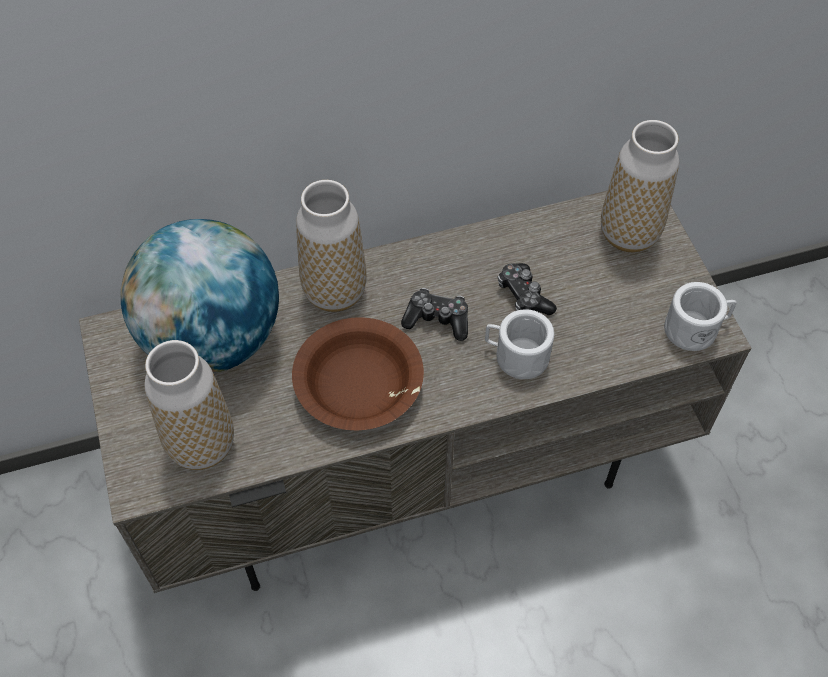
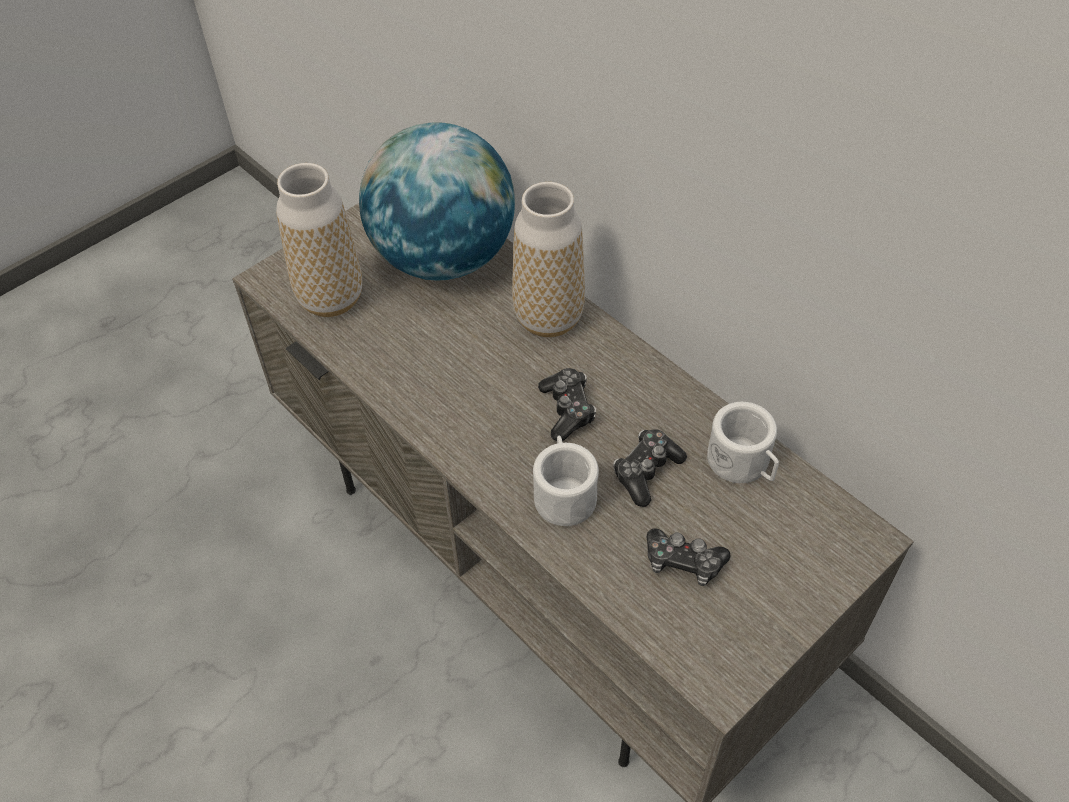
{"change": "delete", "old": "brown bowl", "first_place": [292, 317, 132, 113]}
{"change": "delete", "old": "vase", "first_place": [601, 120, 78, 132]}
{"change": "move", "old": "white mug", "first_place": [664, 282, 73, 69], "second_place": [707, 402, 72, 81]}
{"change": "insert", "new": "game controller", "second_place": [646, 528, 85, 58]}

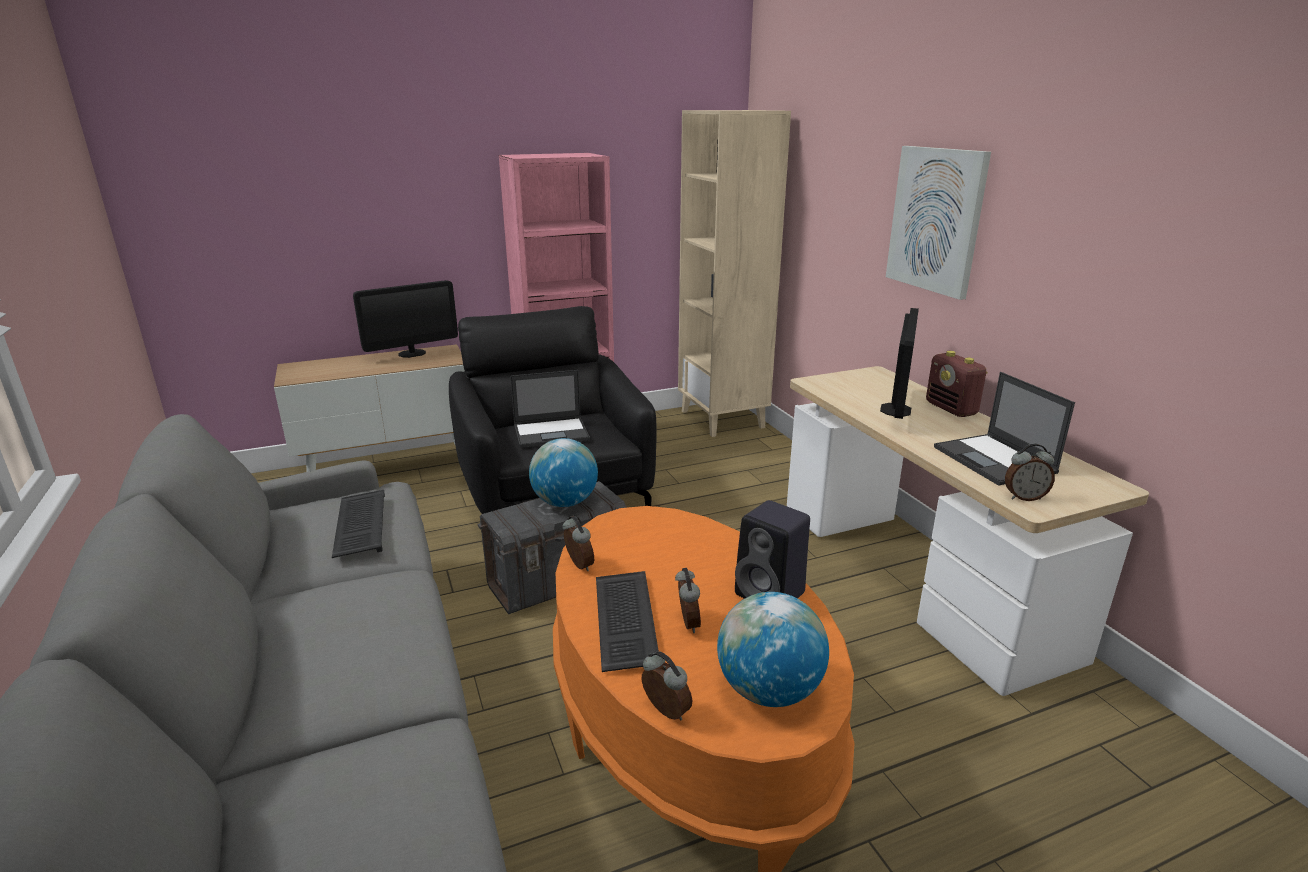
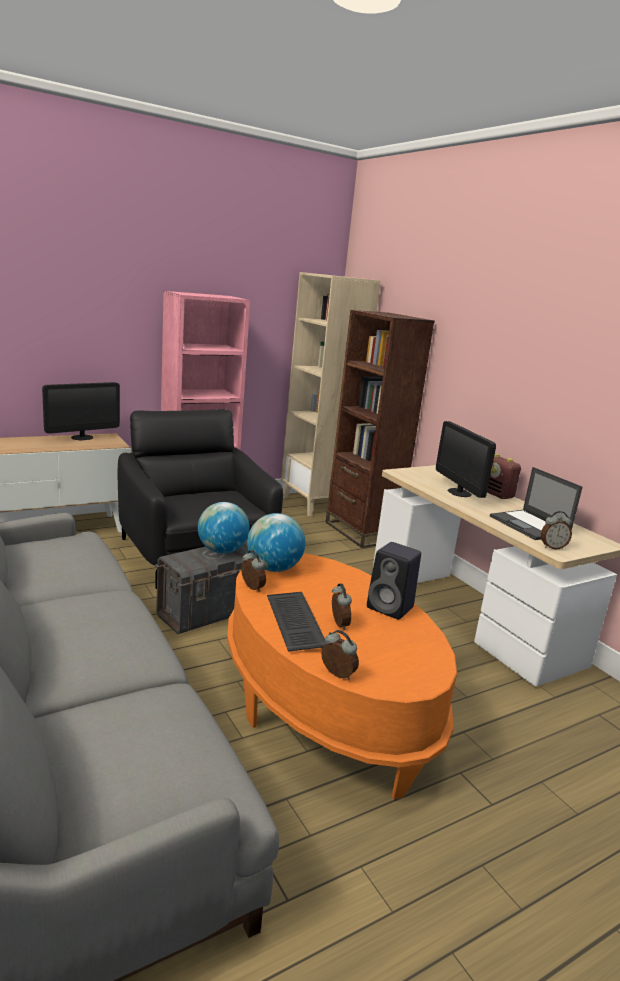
{"change": "delete", "old": "keyboard", "first_place": [332, 490, 53, 68]}
{"change": "delete", "old": "laptop", "first_place": [510, 370, 80, 78]}
{"change": "move", "old": "globe", "first_place": [717, 592, 112, 115], "second_place": [247, 513, 58, 59]}
{"change": "rotate", "old": "monitor", "first_place": [880, 308, 39, 111], "second_place": [436, 421, 60, 77], "degrees": 150}
{"change": "delete", "old": "picture", "first_place": [886, 146, 105, 154]}
{"change": "insert", "new": "brown bookcase", "second_place": [325, 310, 110, 238]}

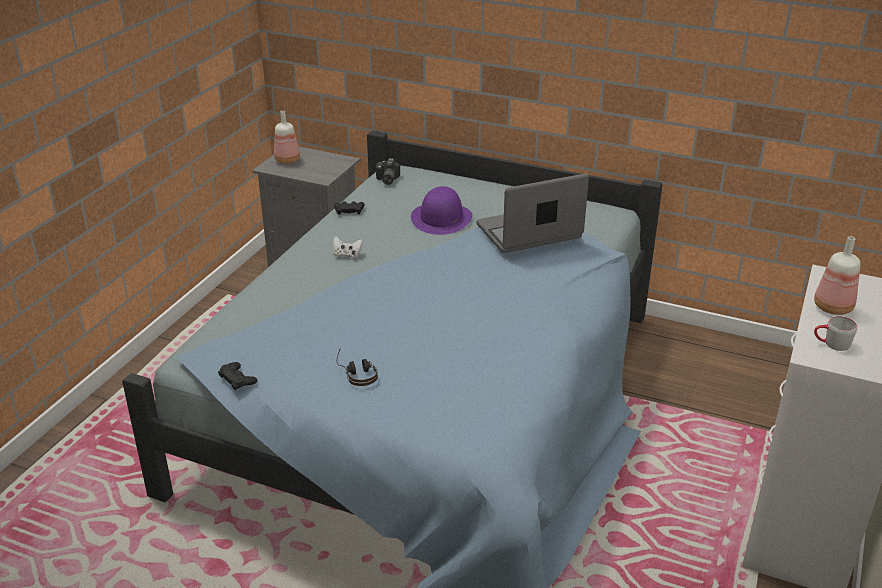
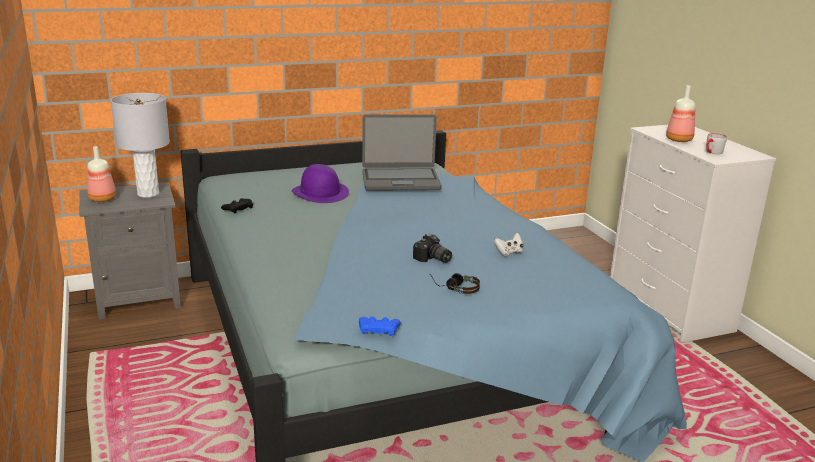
{"change": "recolor", "old": "black game controller", "new": "blue game controller", "first_place": [218, 362, 39, 28], "second_place": [359, 316, 41, 20]}
{"change": "move", "old": "white game controller", "first_place": [333, 237, 30, 22], "second_place": [494, 233, 30, 23]}
{"change": "move", "old": "photo camera", "first_place": [376, 158, 24, 27], "second_place": [413, 234, 39, 29]}
{"change": "rotate", "old": "laptop", "first_place": [476, 173, 113, 80], "second_place": [362, 114, 80, 77], "degrees": -120}
{"change": "insert", "new": "grey table lamp", "second_place": [111, 93, 59, 105]}

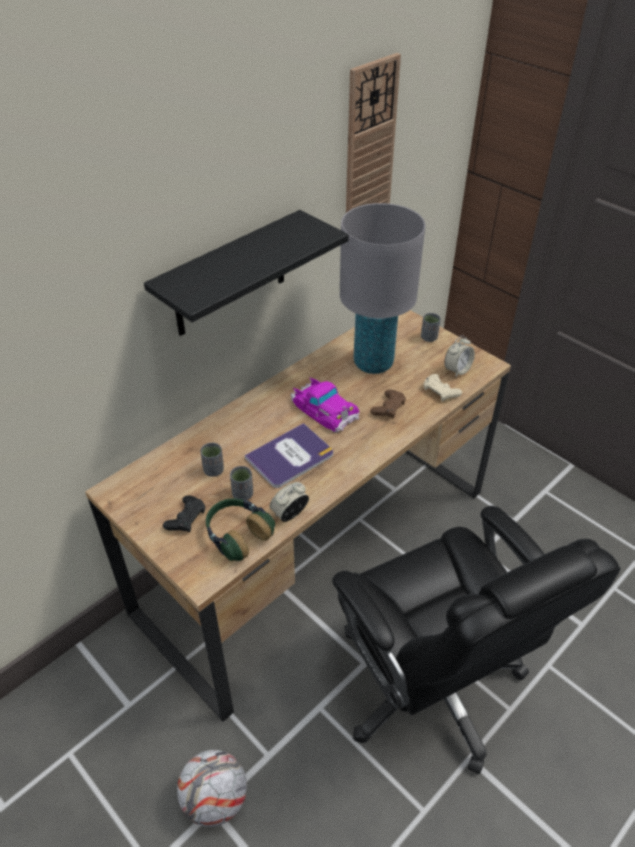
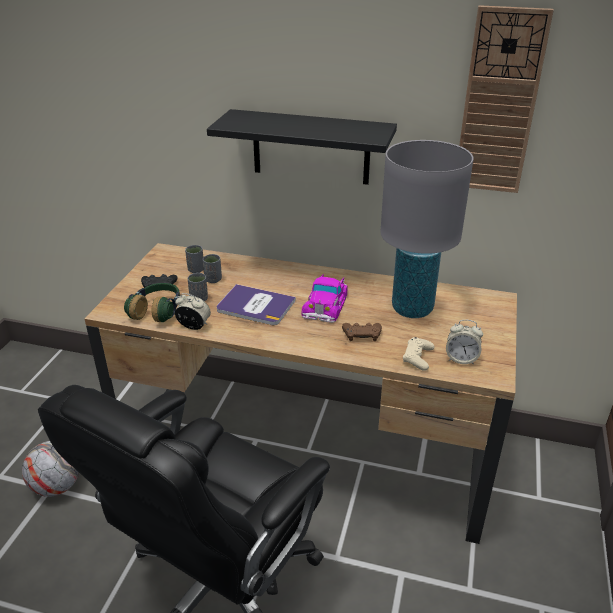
{"change": "move", "old": "grey cup", "first_place": [421, 313, 20, 29], "second_place": [185, 245, 19, 28]}

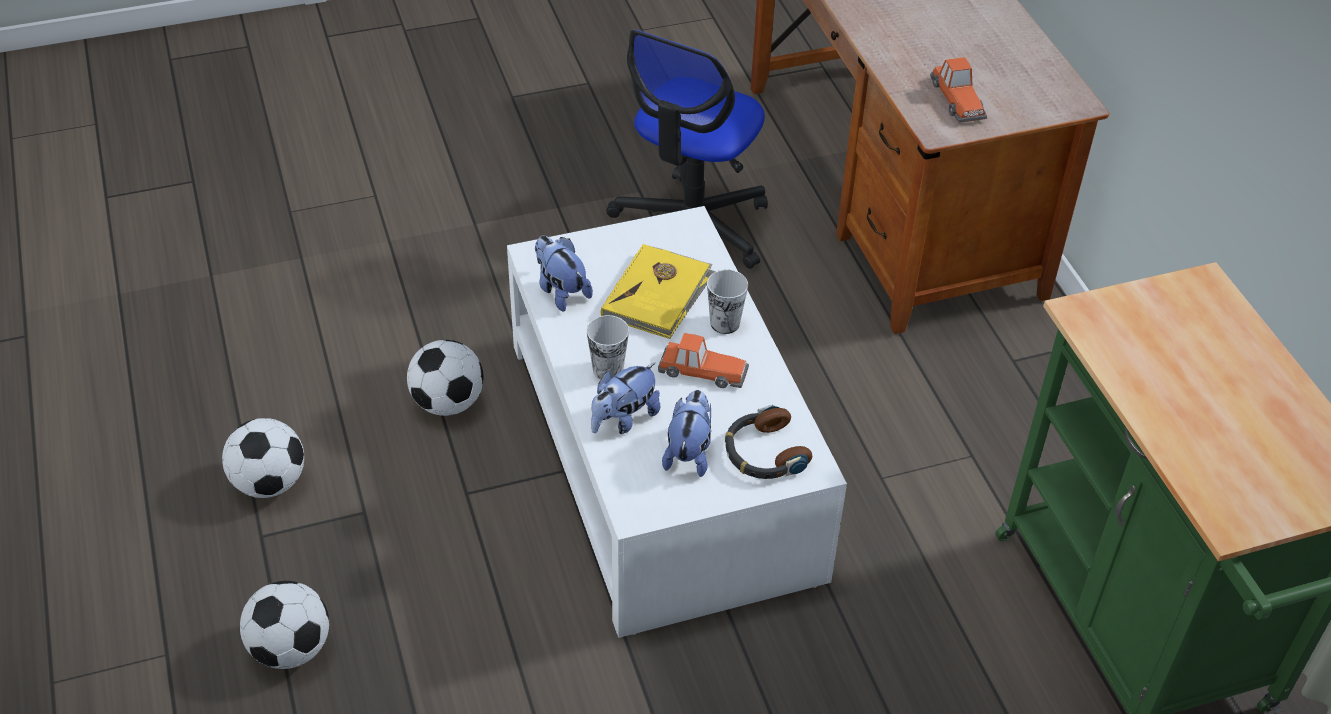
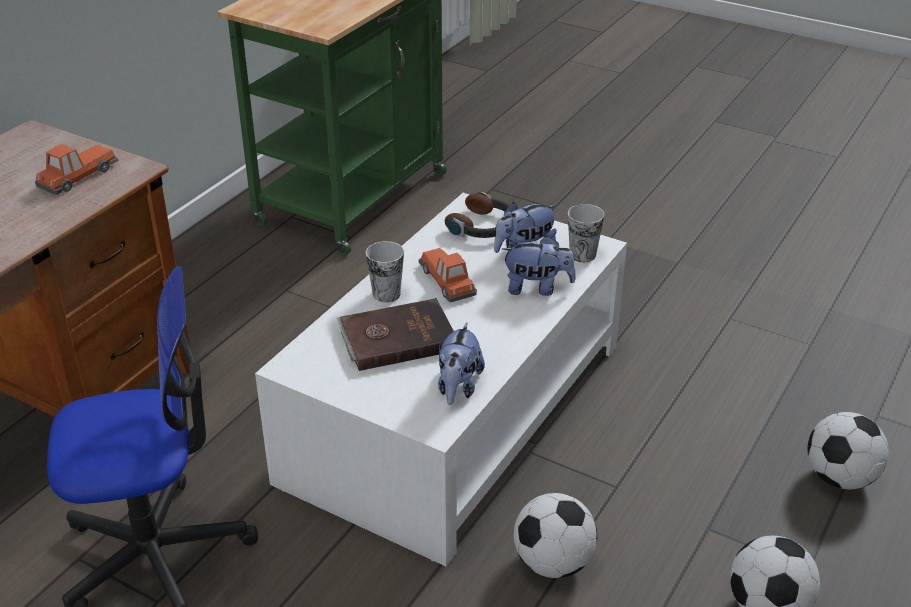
{"change": "move", "old": "cup", "first_place": [587, 315, 42, 65], "second_place": [568, 204, 37, 58]}
{"change": "recolor", "old": "yellow book", "new": "brown book", "first_place": [601, 244, 115, 95], "second_place": [337, 298, 117, 73]}

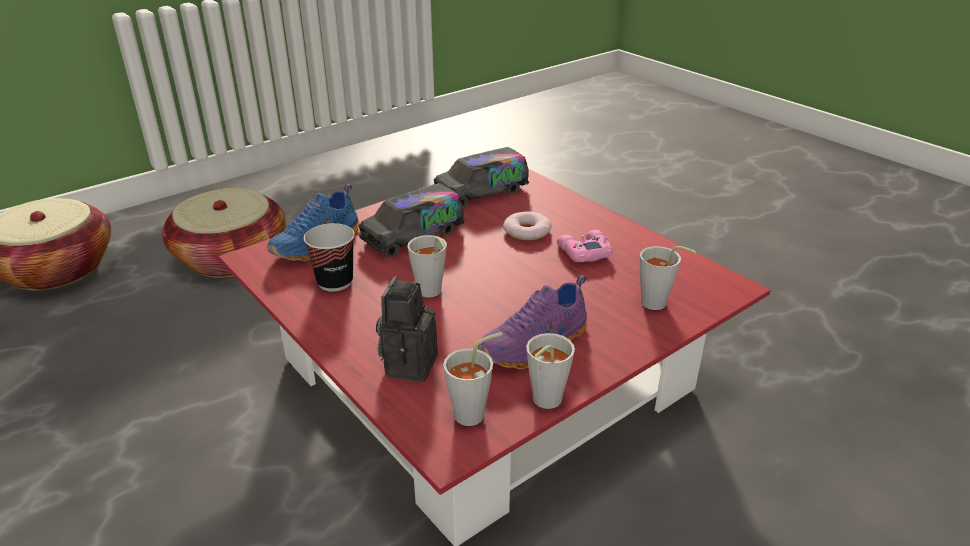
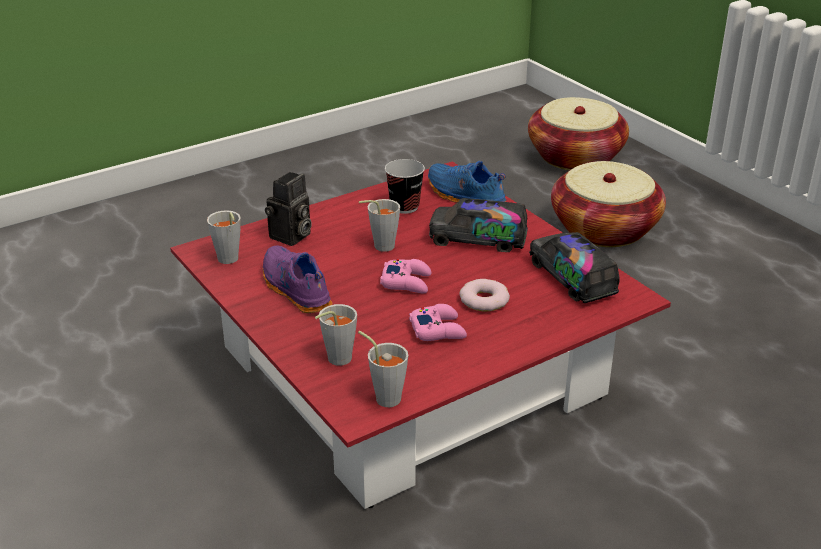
{"change": "rotate", "old": "toy truck", "first_place": [359, 183, 106, 75], "second_place": [429, 198, 99, 54], "degrees": -45}
{"change": "rotate", "old": "photo camera", "first_place": [376, 276, 62, 107], "second_place": [265, 172, 47, 74], "degrees": 105}
{"change": "move", "old": "grey cup", "first_place": [526, 333, 49, 76], "second_place": [358, 331, 50, 76]}
{"change": "insert", "new": "pink game controller", "second_place": [380, 259, 51, 34]}

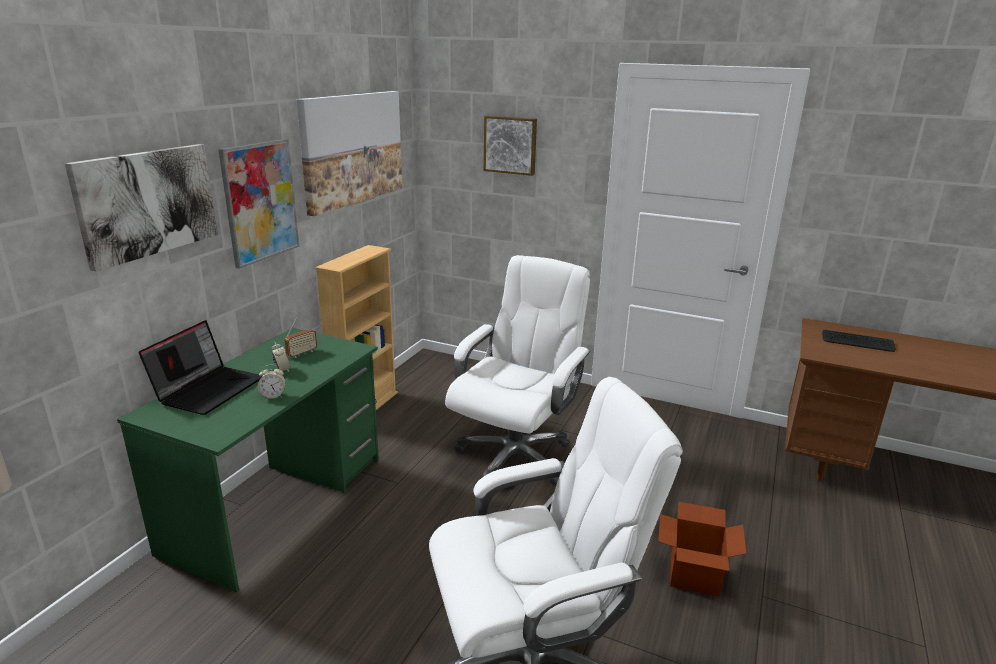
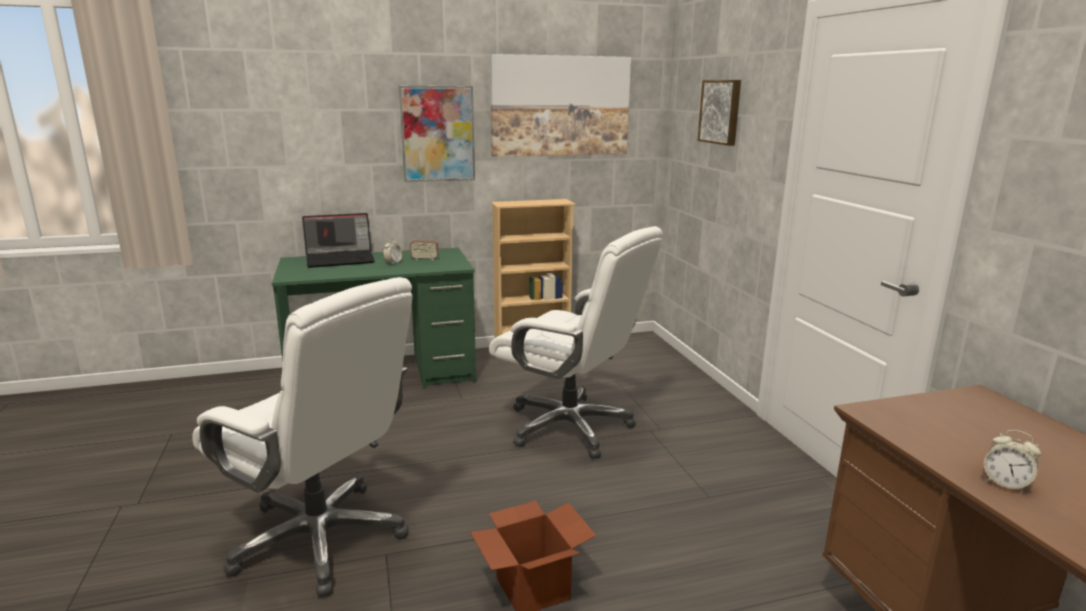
{"change": "delete", "old": "picture", "first_place": [65, 144, 153, 127]}
{"change": "move", "old": "alarm clock", "first_place": [258, 365, 28, 34], "second_place": [984, 430, 58, 63]}
{"change": "rotate", "old": "white office chair", "first_place": [445, 255, 146, 231], "second_place": [489, 226, 174, 233], "degrees": 45}
{"change": "delete", "old": "keyboard", "first_place": [822, 330, 74, 22]}

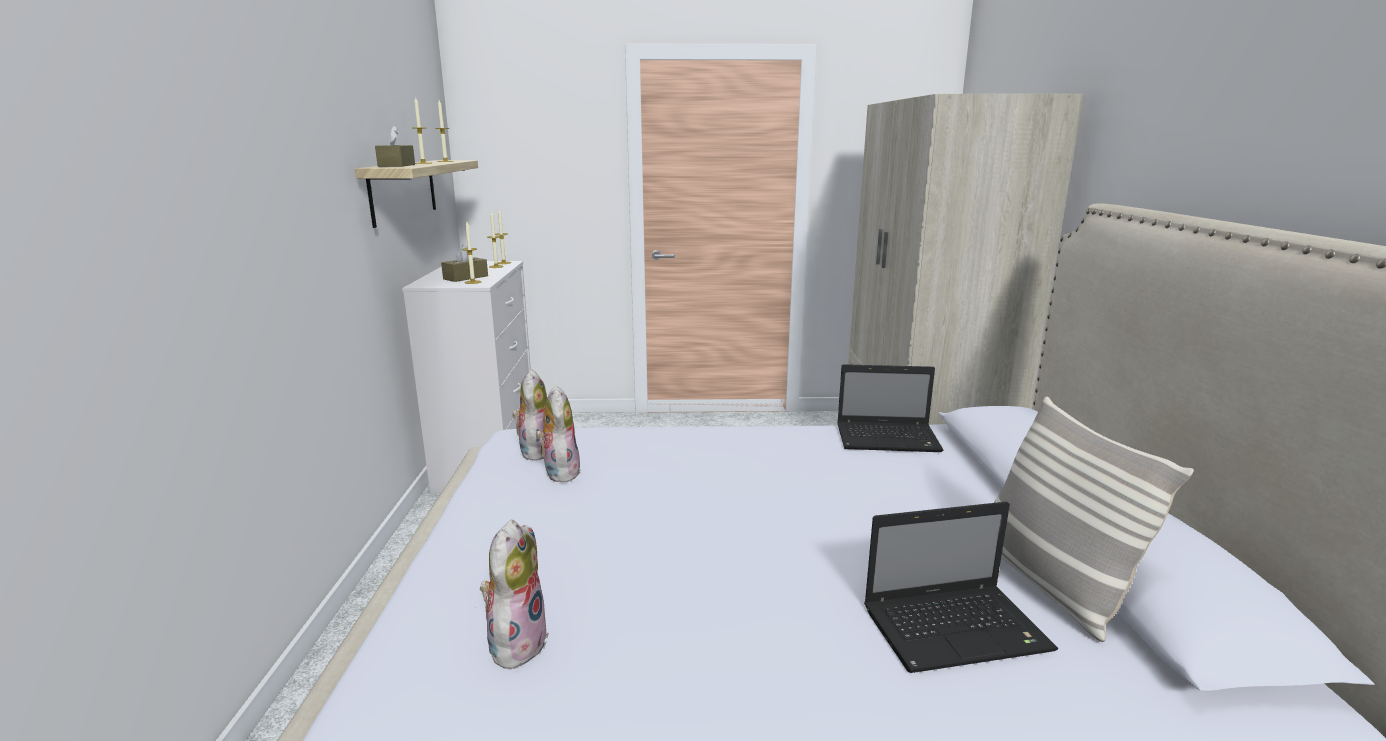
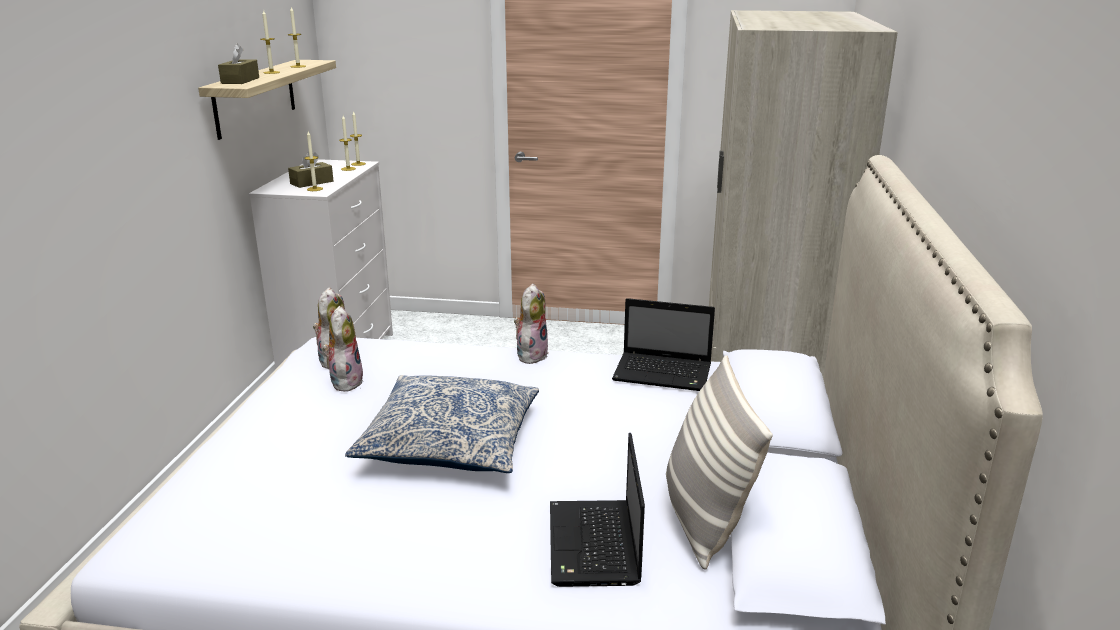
{"change": "move", "old": "plush toy", "first_place": [480, 520, 68, 149], "second_place": [514, 284, 35, 81]}
{"change": "rotate", "old": "laptop", "first_place": [864, 502, 194, 171], "second_place": [550, 433, 95, 154], "degrees": 90}
{"change": "insert", "new": "pillow", "second_place": [345, 375, 194, 98]}

